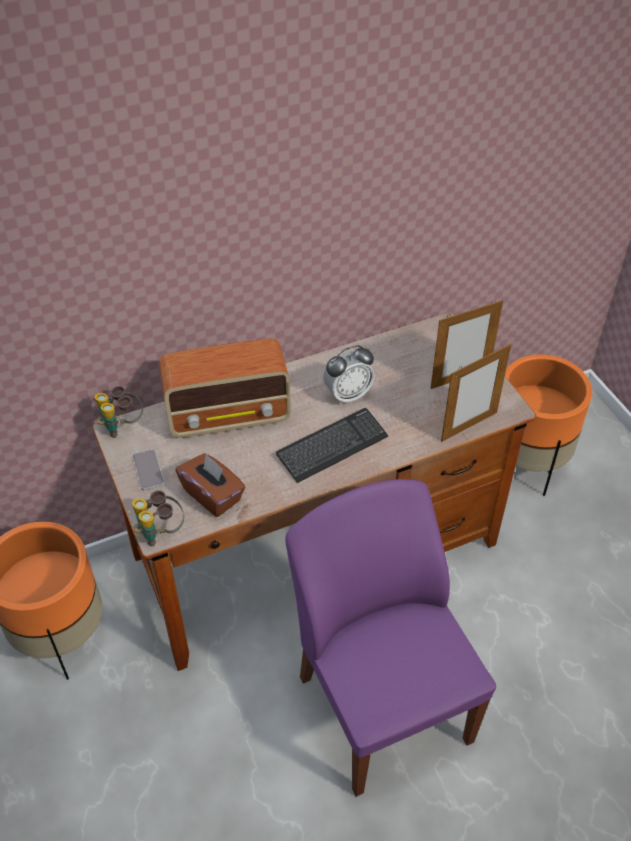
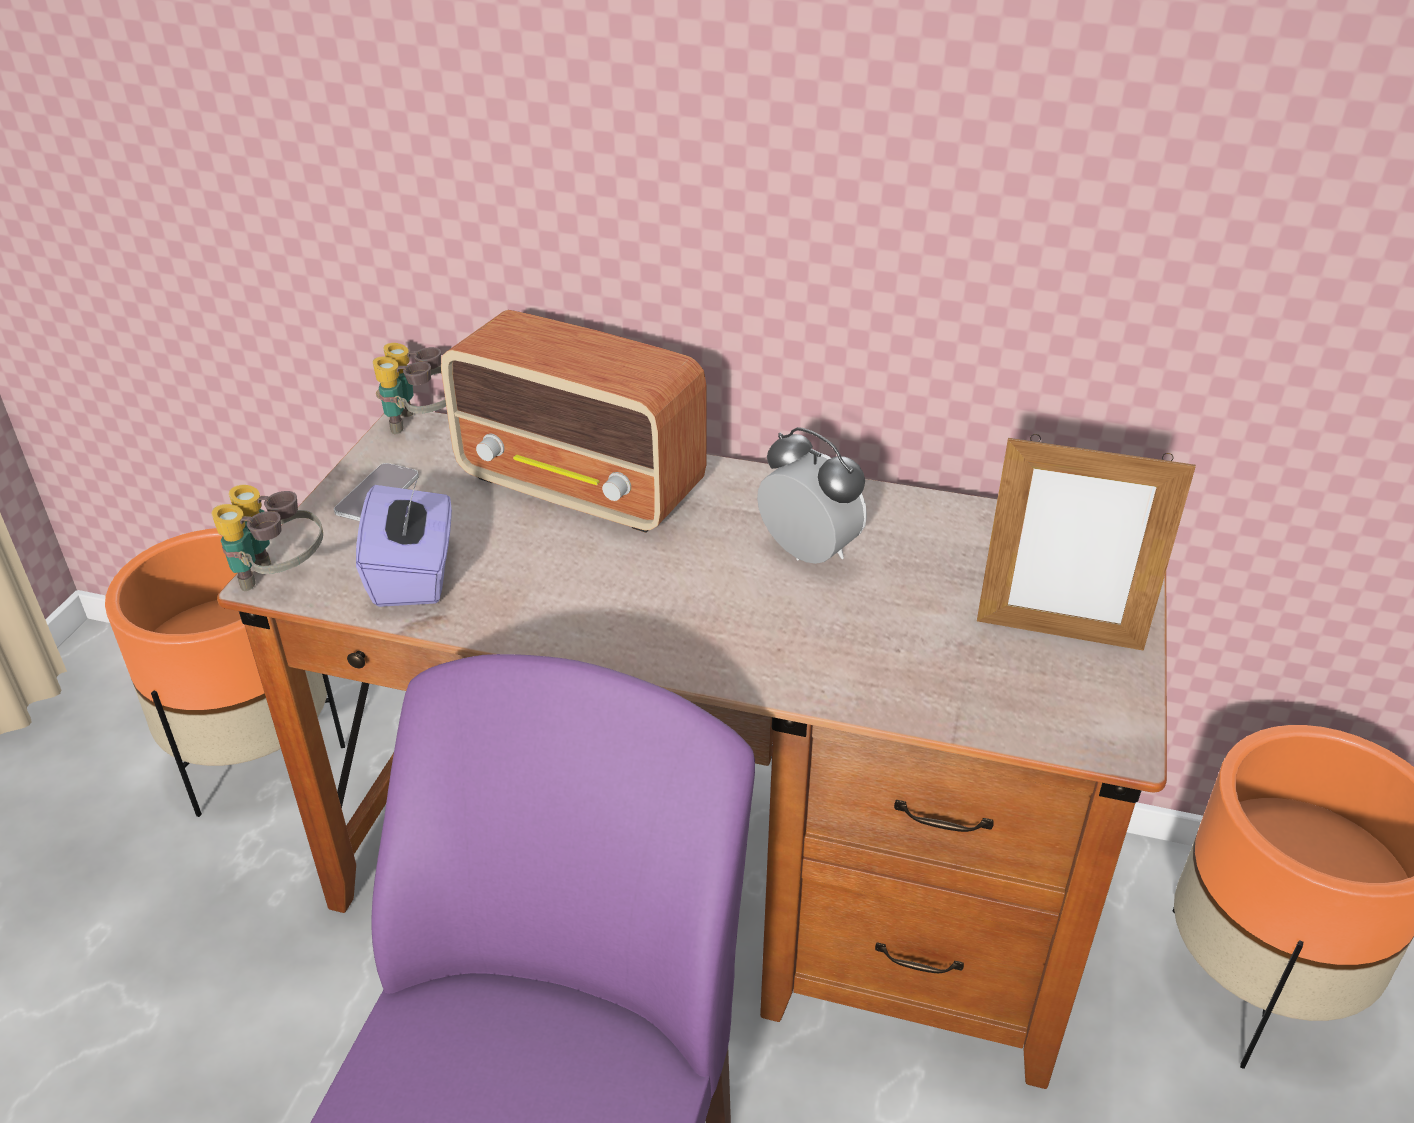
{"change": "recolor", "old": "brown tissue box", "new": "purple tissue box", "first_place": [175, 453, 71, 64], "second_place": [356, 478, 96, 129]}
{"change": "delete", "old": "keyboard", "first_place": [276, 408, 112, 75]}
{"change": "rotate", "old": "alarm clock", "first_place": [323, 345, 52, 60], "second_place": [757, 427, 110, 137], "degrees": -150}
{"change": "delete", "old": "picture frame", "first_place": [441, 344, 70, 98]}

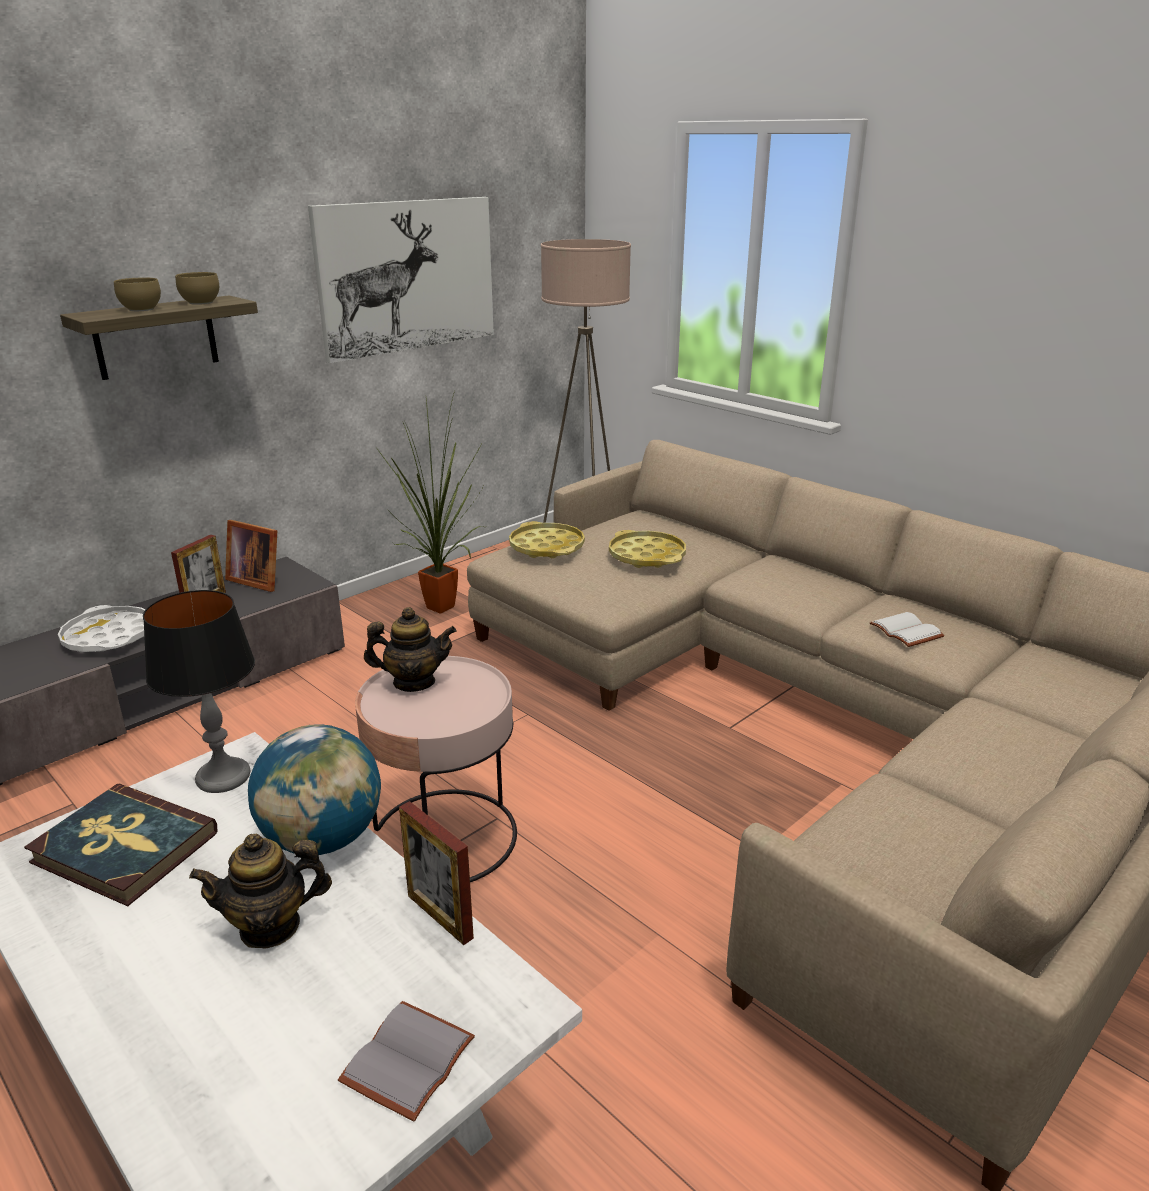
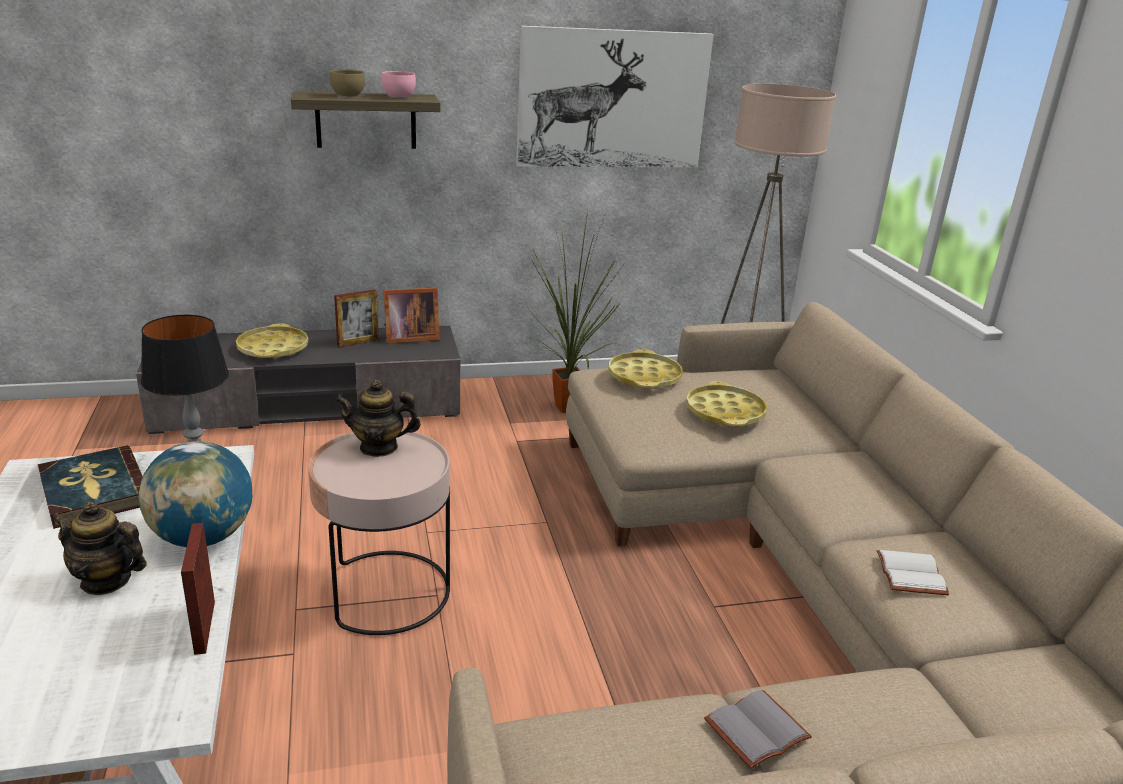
{"change": "recolor", "old": "white tray", "new": "yellow tray", "first_place": [58, 605, 88, 47], "second_place": [236, 324, 73, 34]}
{"change": "recolor", "old": "brown bowl", "new": "pink bowl", "first_place": [175, 272, 44, 33], "second_place": [381, 71, 35, 28]}
{"change": "rotate", "old": "picture frame", "first_place": [225, 520, 52, 72], "second_place": [383, 288, 57, 55], "degrees": -75}
{"change": "move", "old": "grey book", "first_place": [338, 1001, 137, 120], "second_place": [704, 690, 108, 78]}
{"change": "rotate", "old": "teapot", "first_place": [364, 607, 92, 85], "second_place": [336, 380, 85, 77], "degrees": 150}

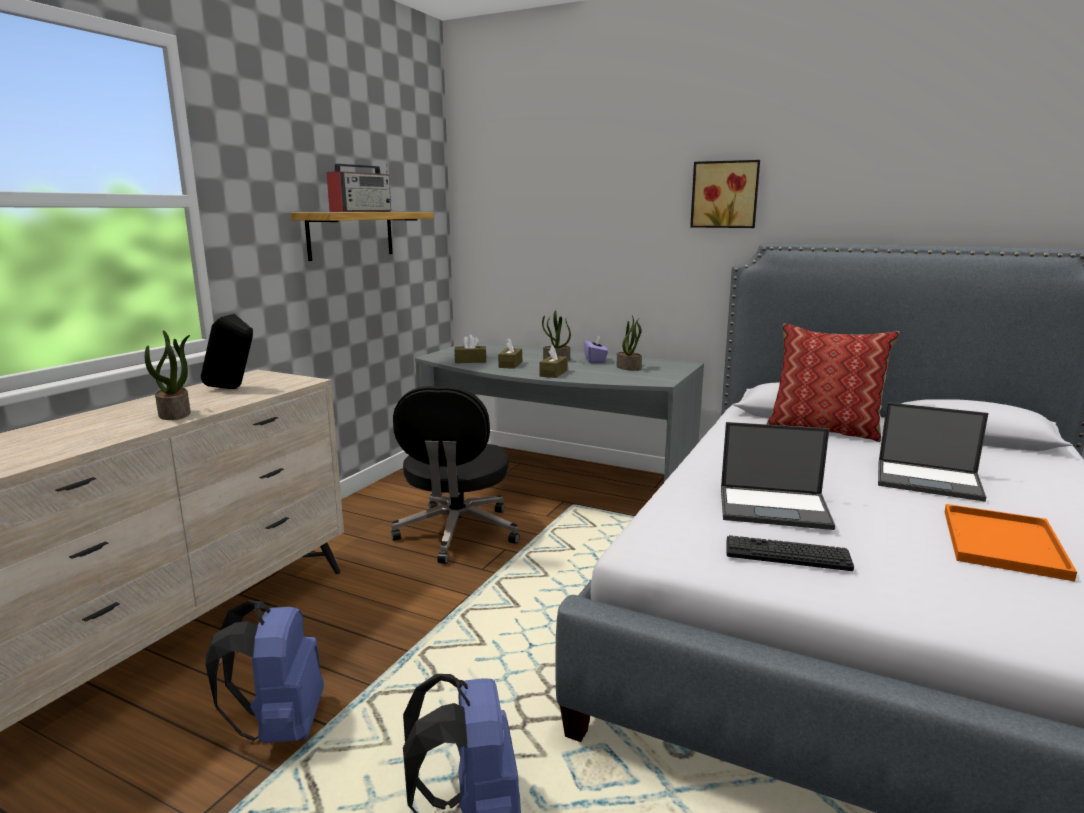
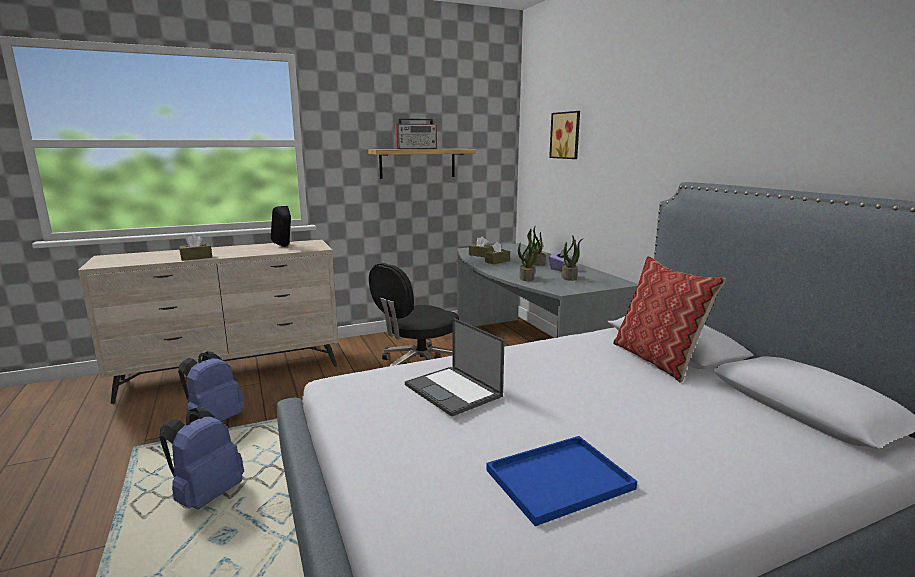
{"change": "move", "old": "potted plant", "first_place": [145, 330, 46, 90], "second_place": [518, 236, 23, 45]}
{"change": "move", "old": "brown tissue box", "first_place": [539, 345, 28, 33], "second_place": [179, 234, 33, 27]}
{"change": "move", "old": "picture", "first_place": [690, 160, 70, 68], "second_place": [549, 111, 31, 48]}
{"change": "delete", "old": "keyboard", "first_place": [727, 535, 127, 36]}
{"change": "delete", "old": "laptop", "first_place": [878, 402, 110, 100]}
{"change": "recolor", "old": "orange tray", "new": "blue tray", "first_place": [945, 504, 132, 78], "second_place": [486, 436, 151, 90]}

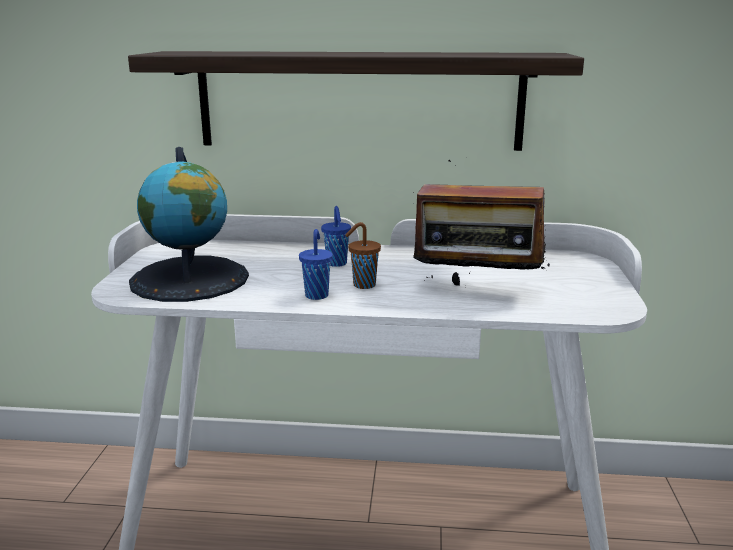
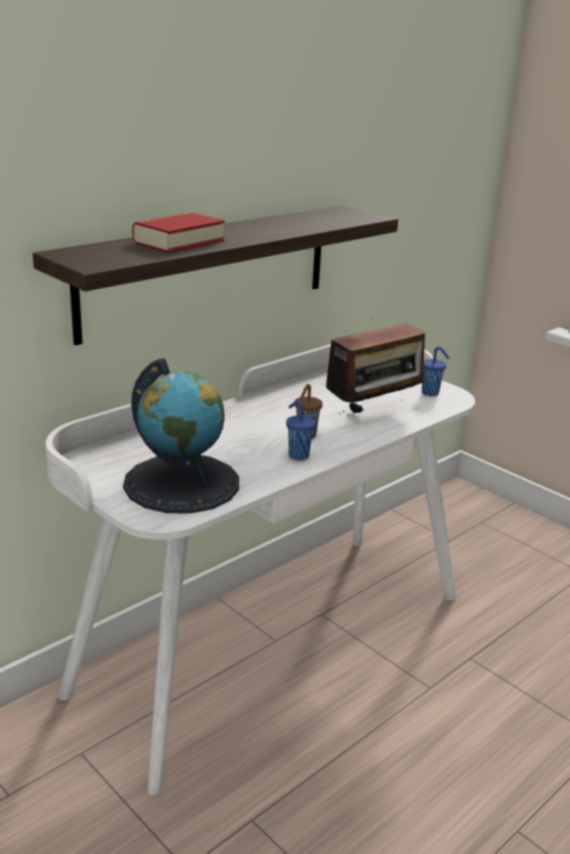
{"change": "move", "old": "blue cup", "first_place": [321, 206, 30, 61], "second_place": [422, 347, 28, 49]}
{"change": "insert", "new": "book", "second_place": [132, 212, 93, 41]}

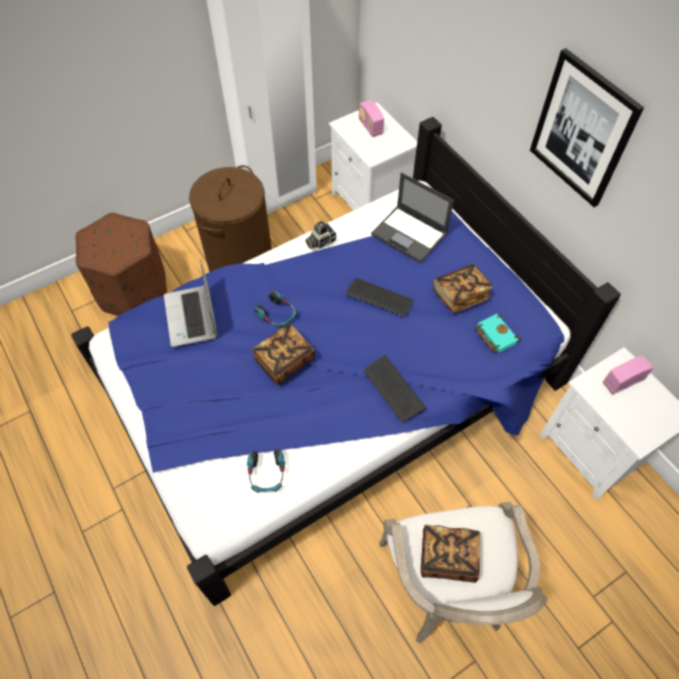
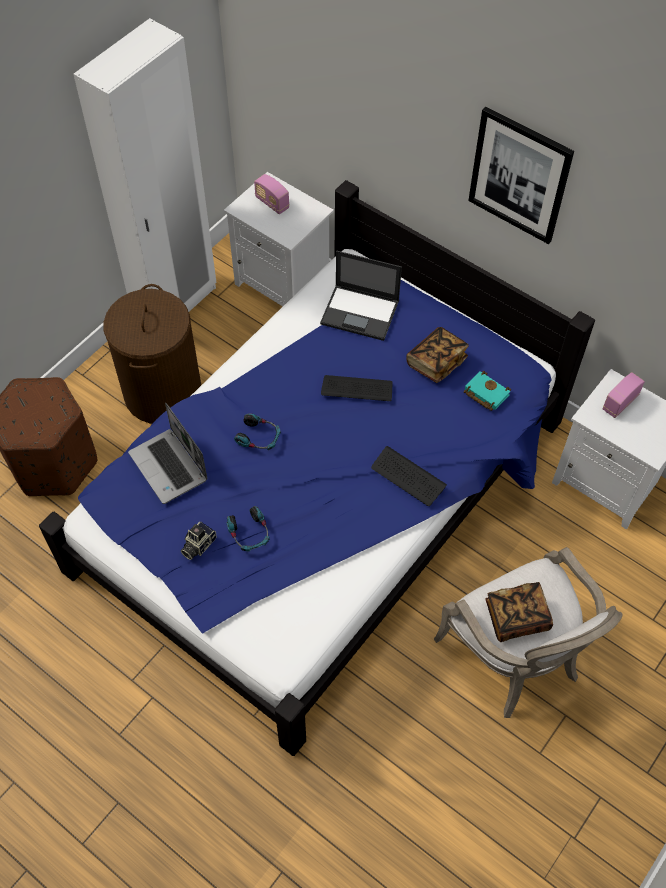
{"change": "move", "old": "headphones", "first_place": [247, 449, 38, 44], "second_place": [227, 506, 43, 46]}
{"change": "delete", "old": "book", "first_place": [252, 324, 63, 61]}
{"change": "move", "old": "photo camera", "first_place": [305, 221, 31, 28], "second_place": [181, 522, 35, 38]}

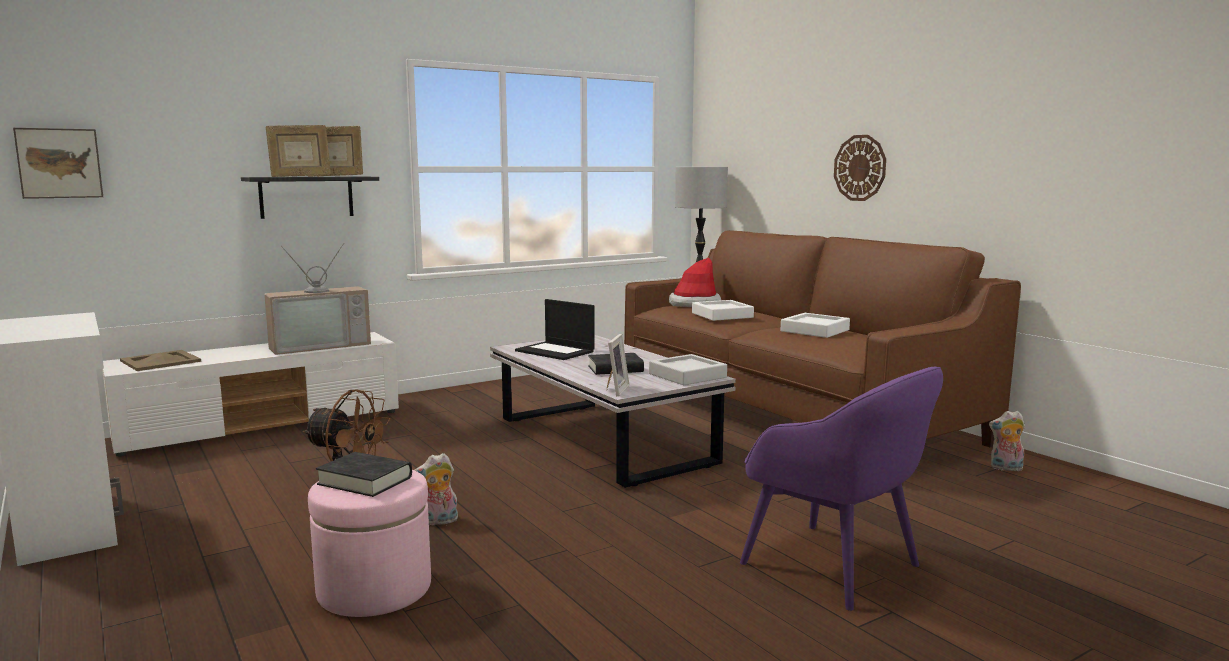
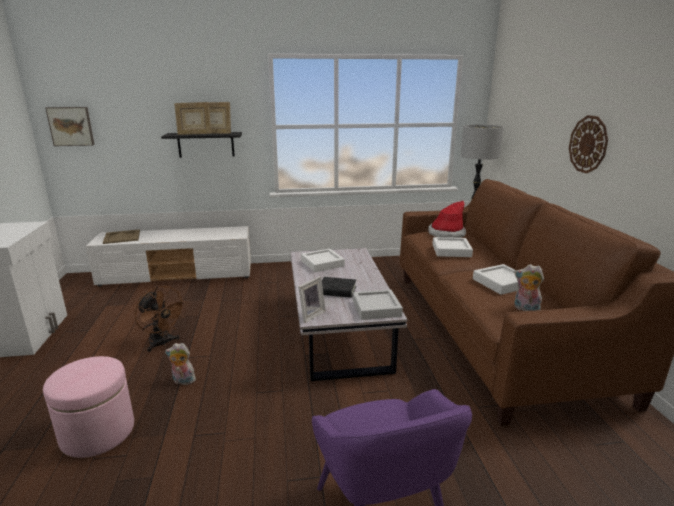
{"change": "delete", "old": "television", "first_place": [264, 243, 107, 112]}
{"change": "delete", "old": "black book", "first_place": [316, 452, 96, 45]}
{"change": "replace", "old": "laptop", "new": "white tray", "first_place": [515, 299, 80, 61], "second_place": [301, 249, 44, 23]}
{"change": "move", "old": "plush toy", "first_place": [989, 411, 36, 60], "second_place": [514, 264, 30, 47]}

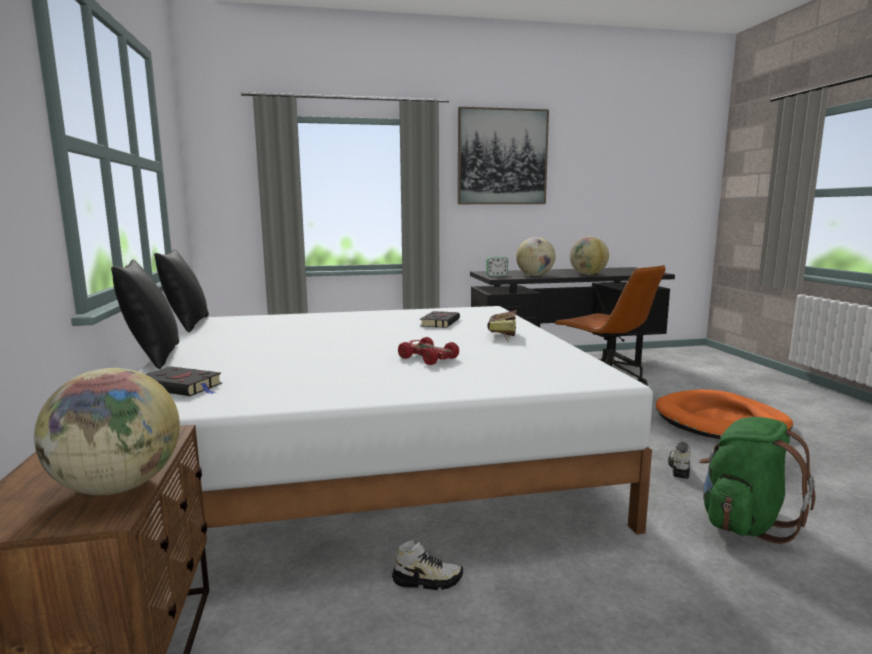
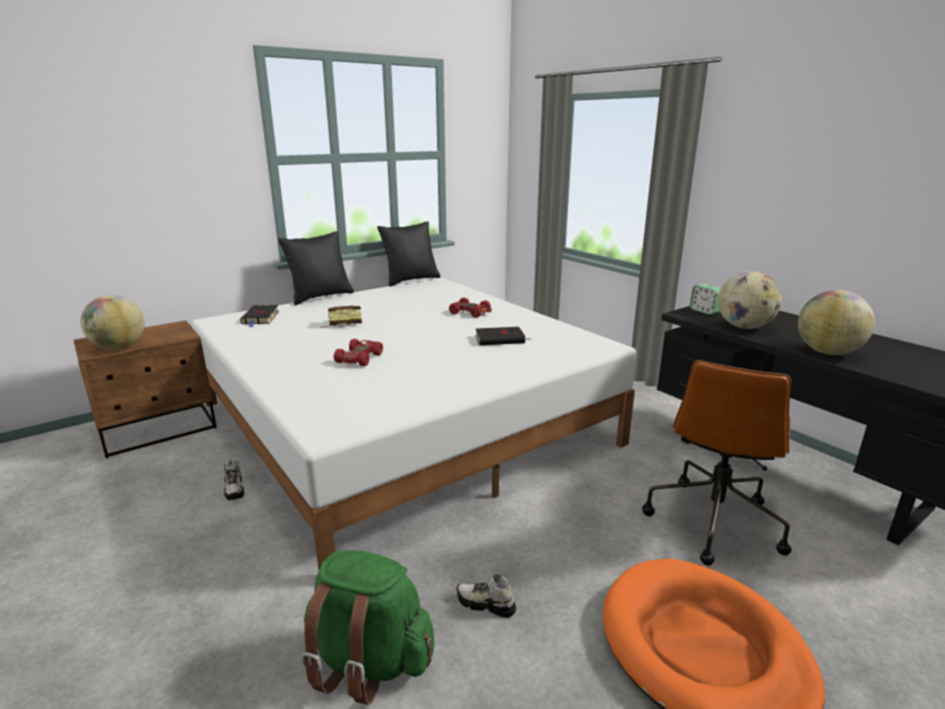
{"change": "delete", "old": "picture", "first_place": [458, 107, 91, 97]}
{"change": "move", "old": "book", "first_place": [487, 310, 29, 32], "second_place": [321, 306, 41, 22]}
{"change": "rotate", "old": "shoe", "first_place": [668, 442, 22, 37], "second_place": [456, 574, 60, 44], "degrees": -150}
{"change": "insert", "new": "red toy car", "second_place": [449, 298, 43, 20]}

